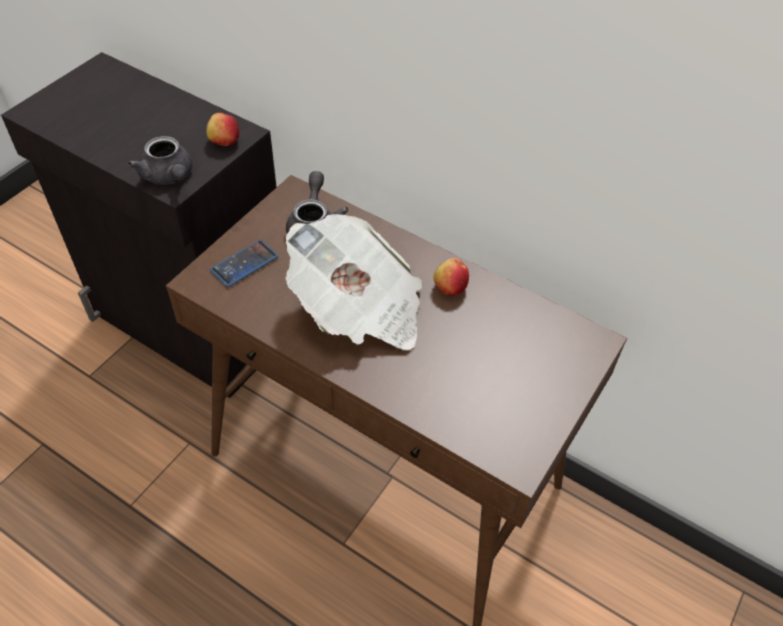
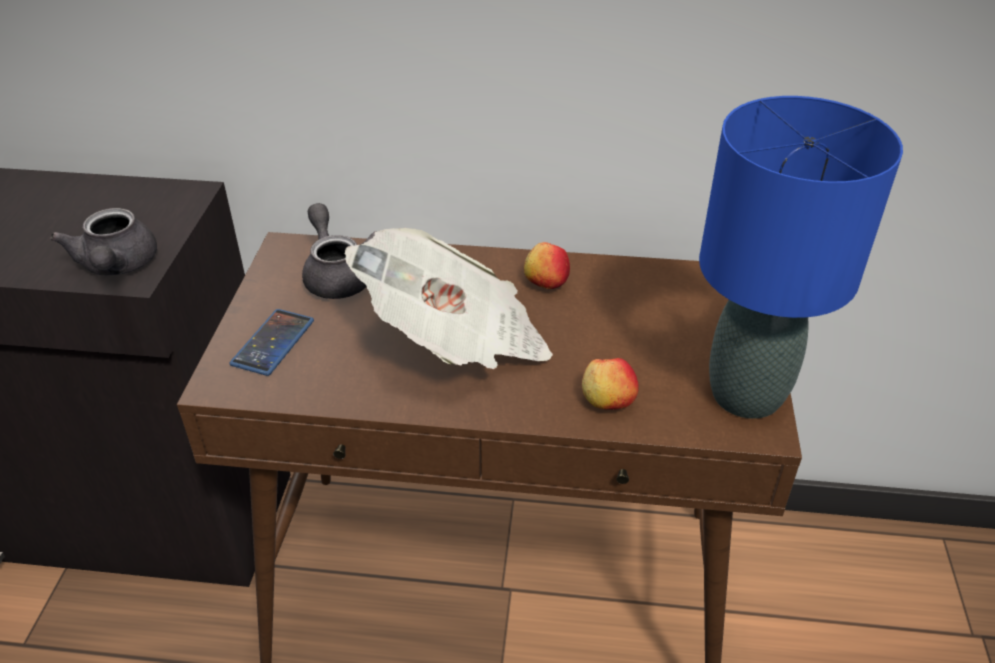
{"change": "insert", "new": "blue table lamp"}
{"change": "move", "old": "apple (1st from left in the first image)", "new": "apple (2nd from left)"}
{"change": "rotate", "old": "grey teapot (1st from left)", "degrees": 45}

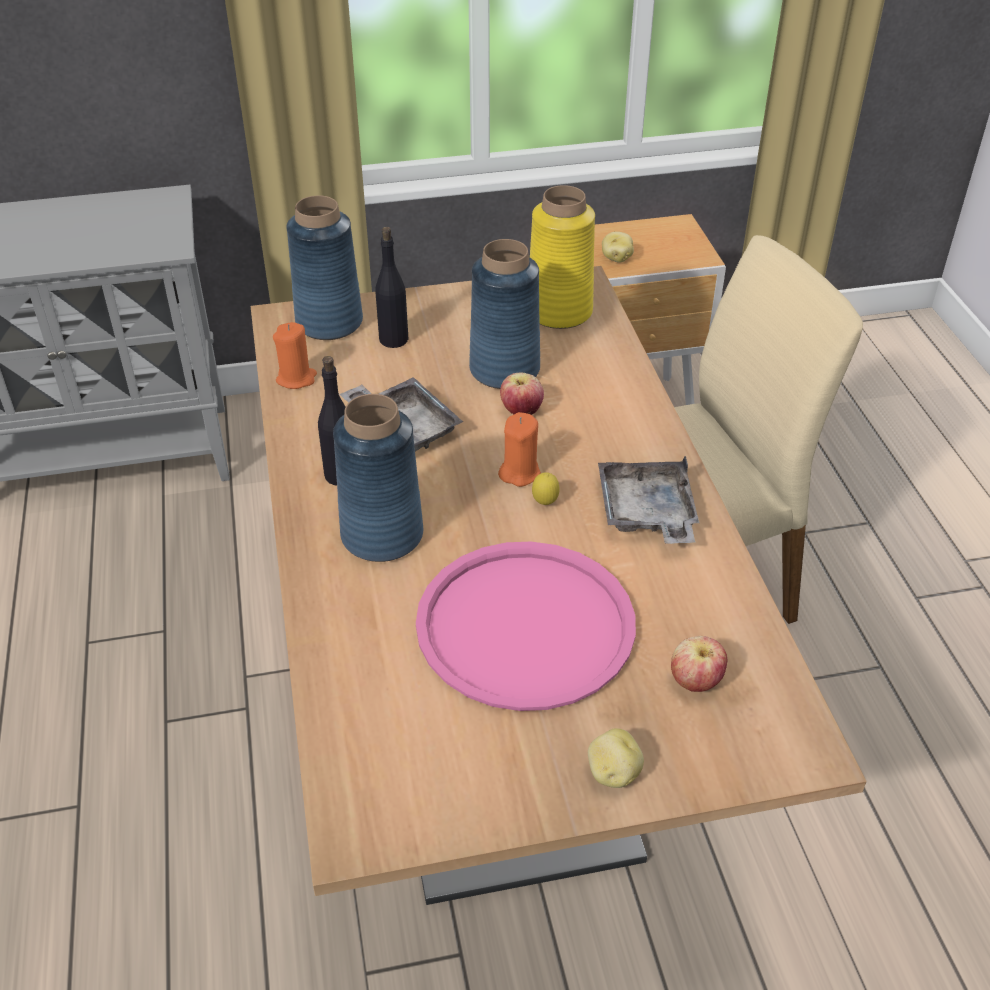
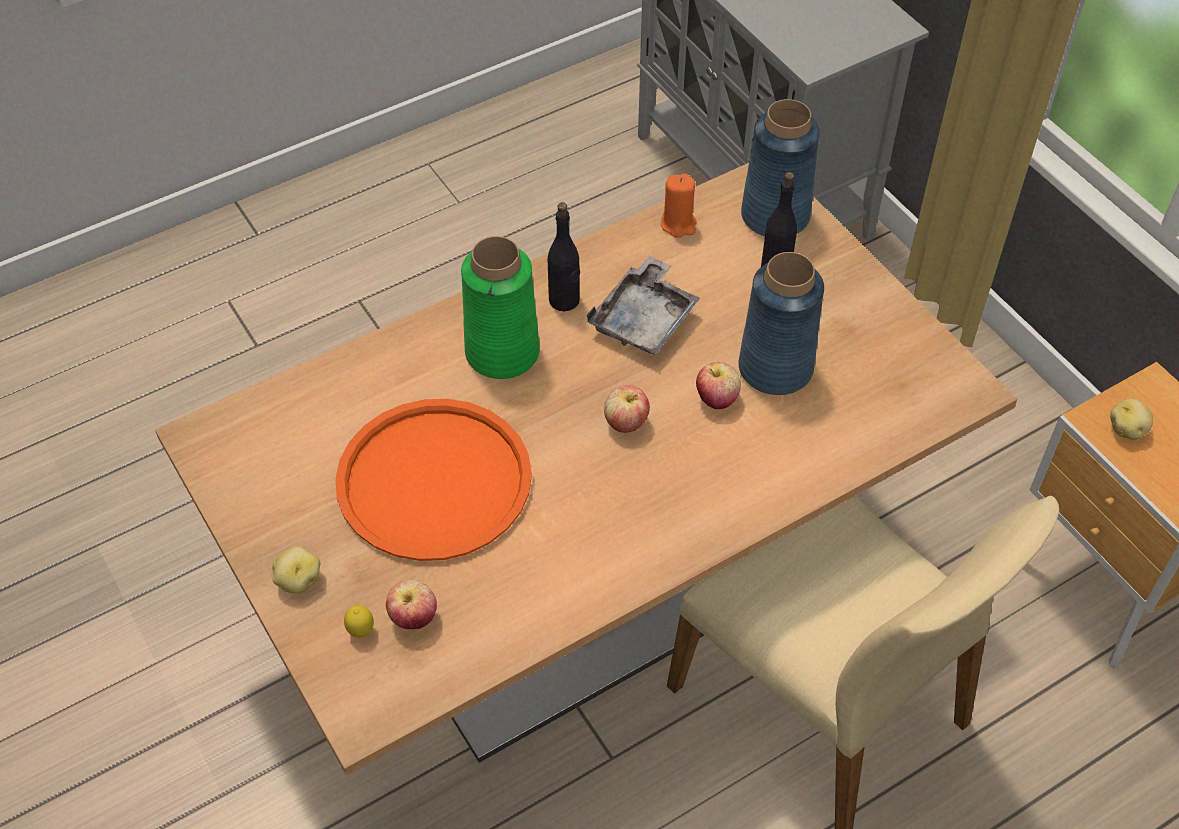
{"change": "delete", "old": "yellow vase"}
{"change": "delete", "old": "grey tray (2nd from left)"}
{"change": "move", "old": "lemon"}
{"change": "replace", "old": "orange candle (2nd from left)", "new": "apple (2nd from left)"}
{"change": "recolor", "old": "blue vase (2nd from left)", "new": "green vase"}
{"change": "recolor", "old": "pink tray", "new": "orange tray"}

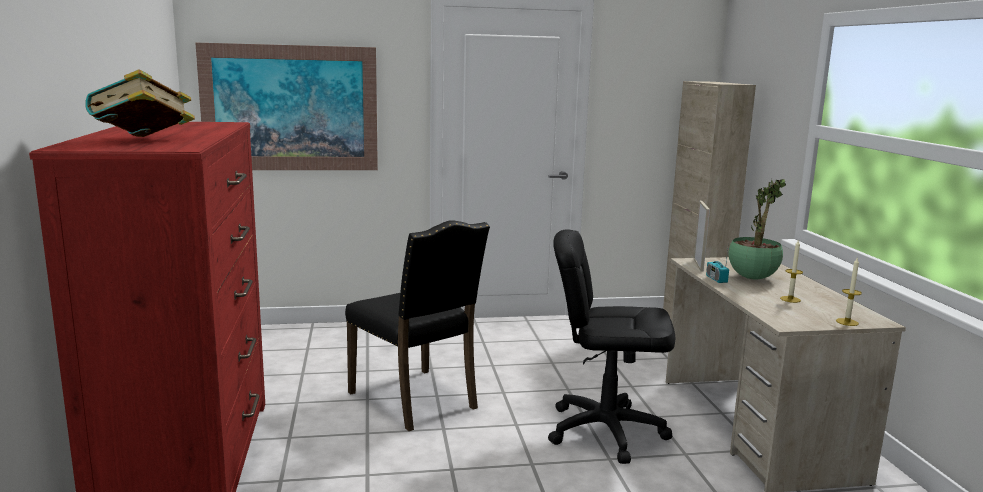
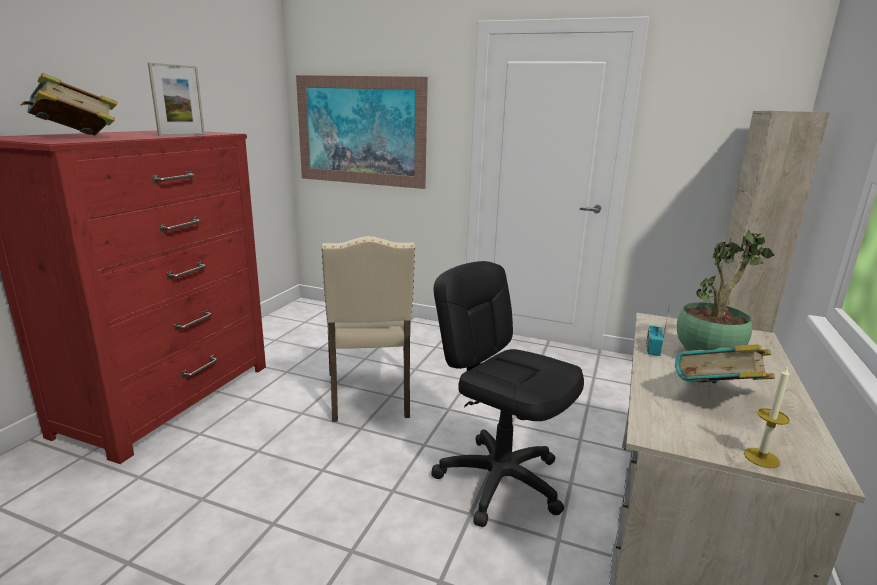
{"change": "move", "old": "picture frame"}
{"change": "replace", "old": "candle (1st from left)", "new": "book (2nd from left)"}
{"change": "recolor", "old": "black chair", "new": "beige chair"}

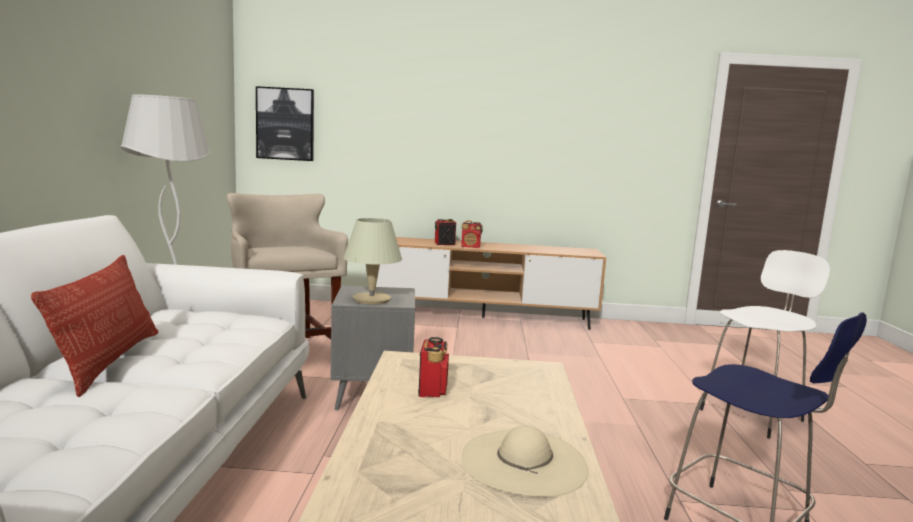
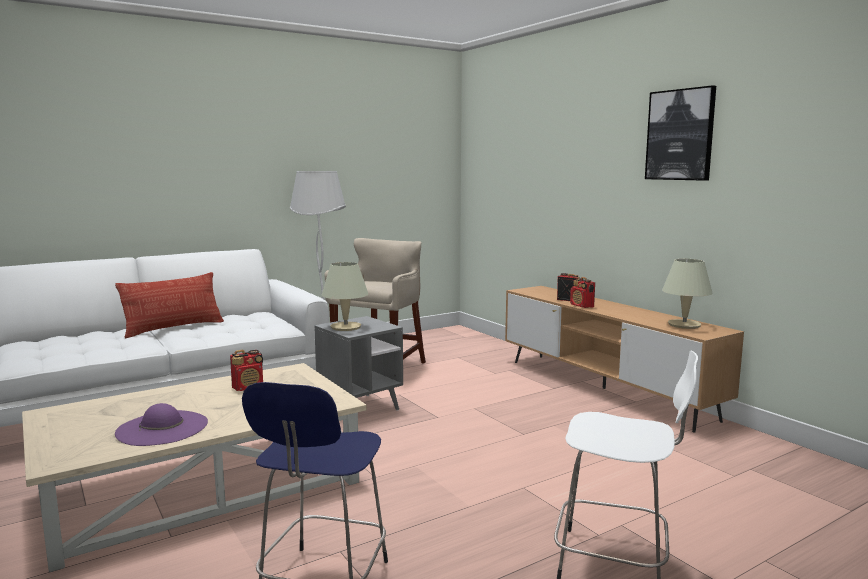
{"change": "insert", "new": "beige table lamp (2nd from left)"}
{"change": "move", "old": "picture"}
{"change": "recolor", "old": "beige hat", "new": "purple hat"}

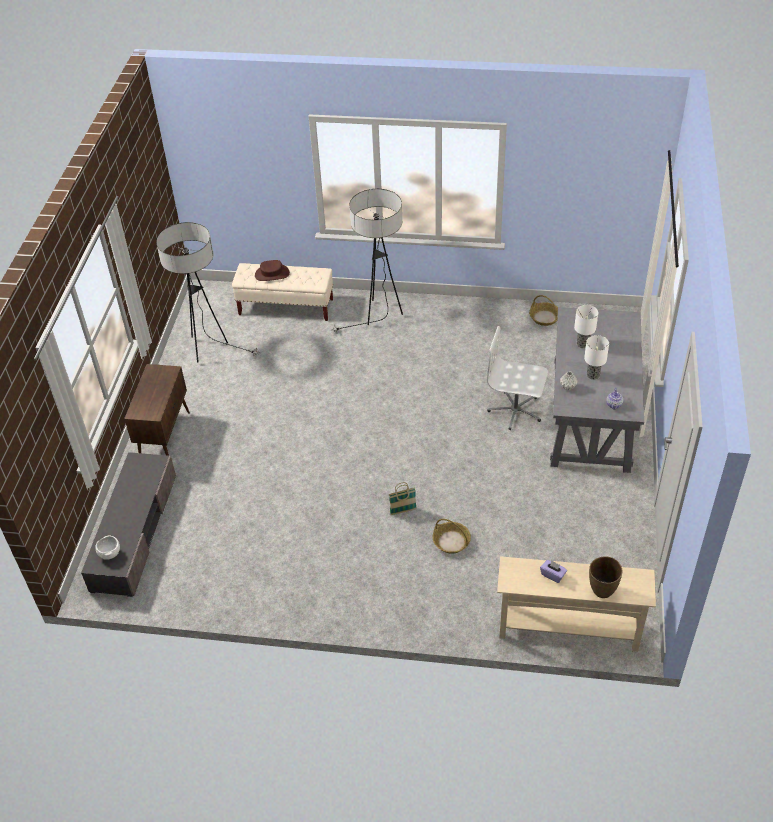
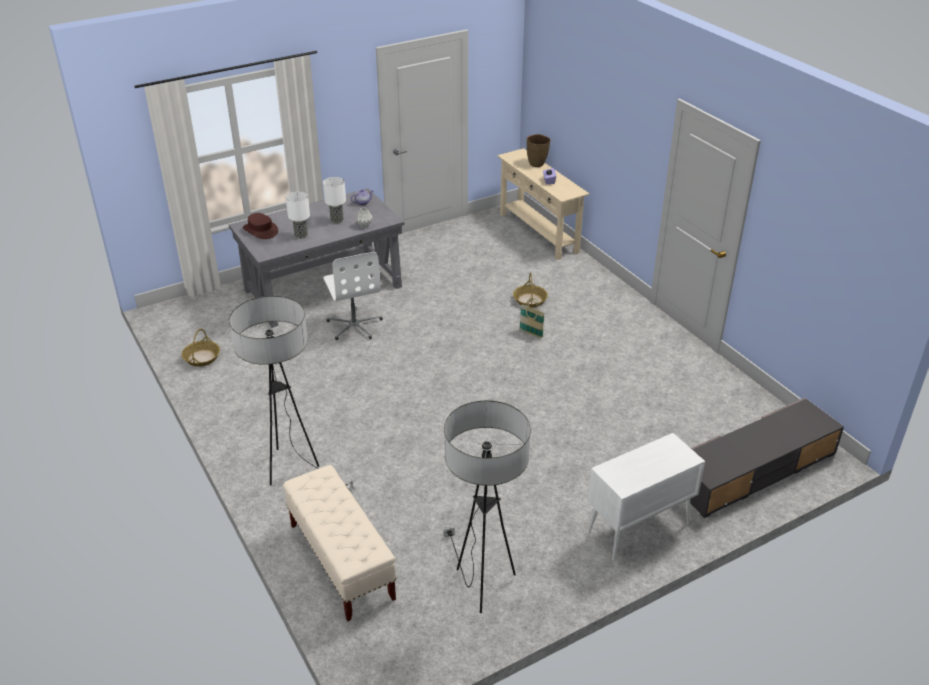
{"change": "delete", "old": "white bowl"}
{"change": "move", "old": "brown hat"}
{"change": "recolor", "old": "brown cabinet", "new": "white cabinet"}

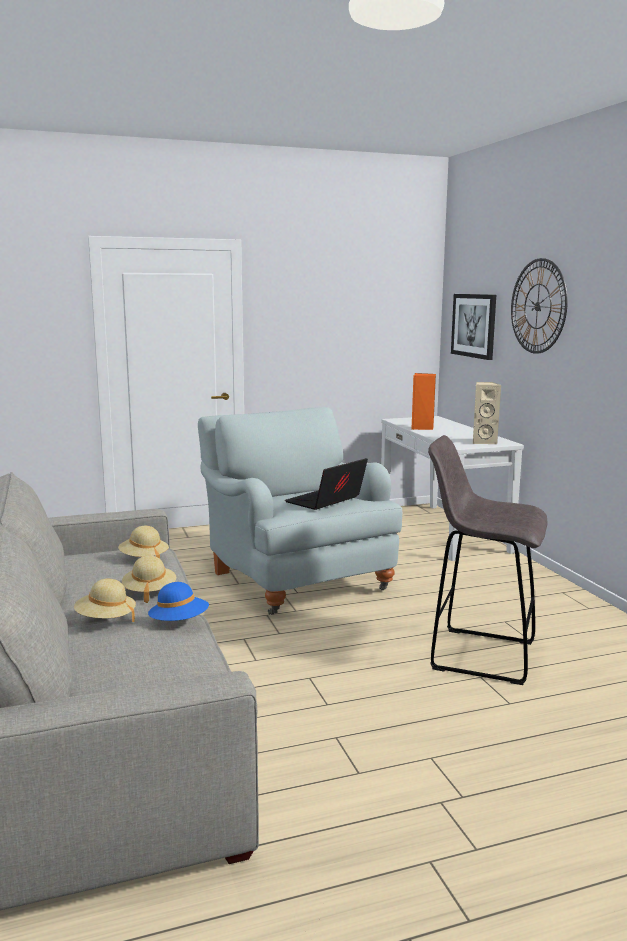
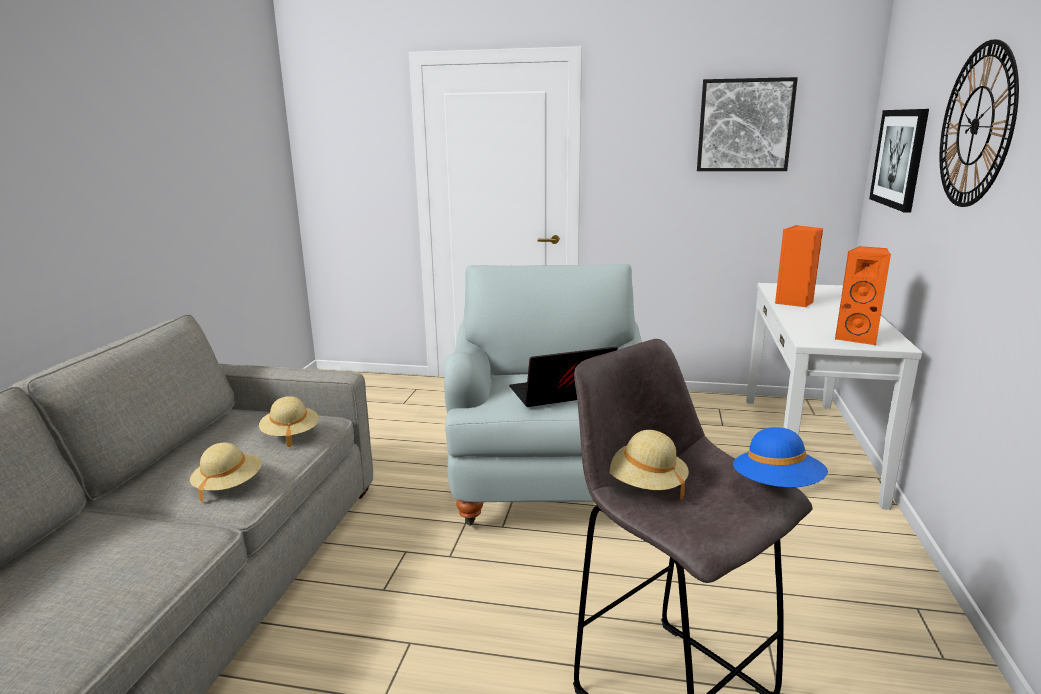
{"change": "insert", "new": "picture (1st from left)"}
{"change": "move", "old": "beige hat (1st from left in the first image)", "new": "beige hat (3rd from left)"}
{"change": "move", "old": "blue hat"}
{"change": "recolor", "old": "beige speaker", "new": "orange speaker (2nd from left)"}

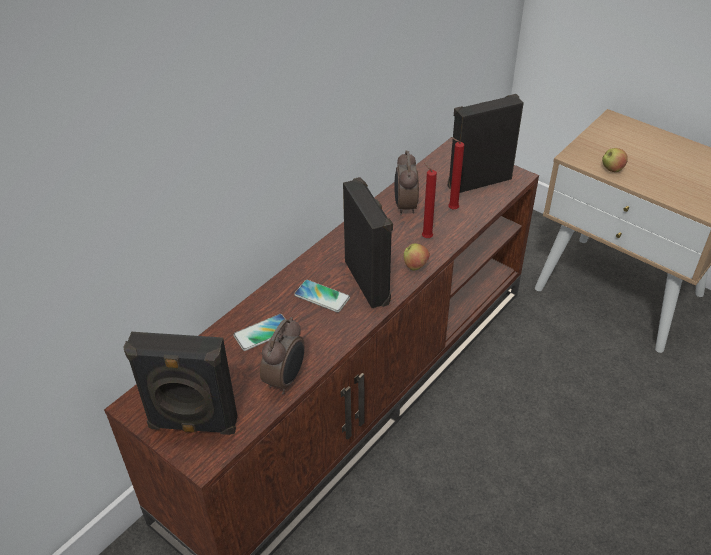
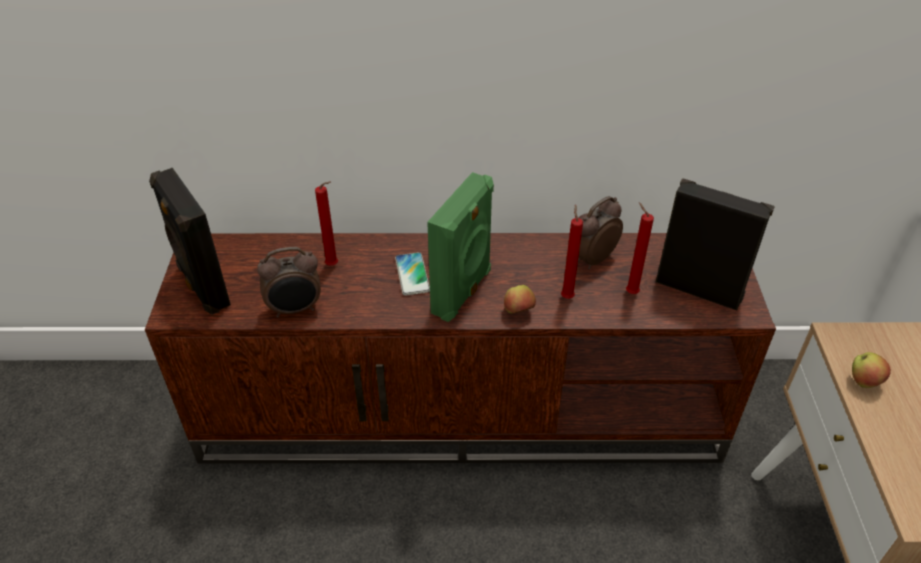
{"change": "replace", "old": "phone (1st from left)", "new": "red candle (1st from left)"}
{"change": "recolor", "old": "black speaker (2nd from left)", "new": "green speaker"}

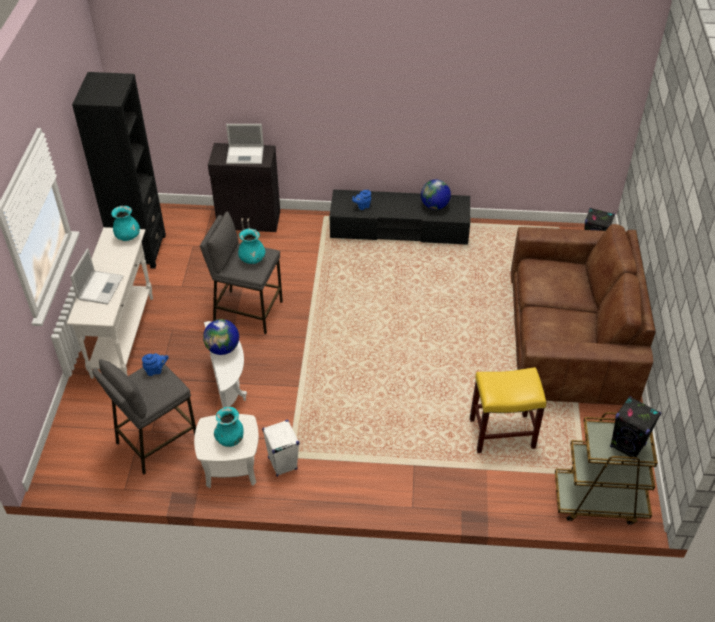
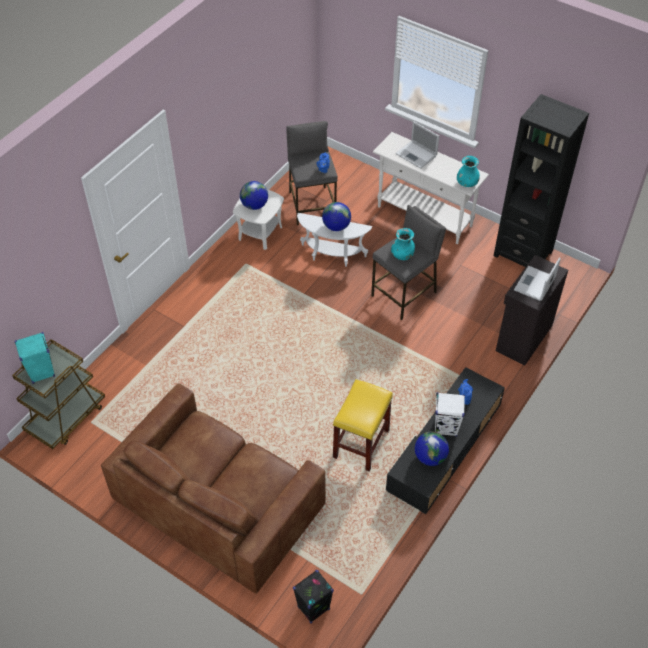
{"change": "move", "old": "white speaker"}
{"change": "move", "old": "yellow stool"}
{"change": "replace", "old": "turquoise vase (2nd from left)", "new": "globe (1st from left)"}
{"change": "recolor", "old": "black speaker (2nd from left)", "new": "turquoise speaker"}

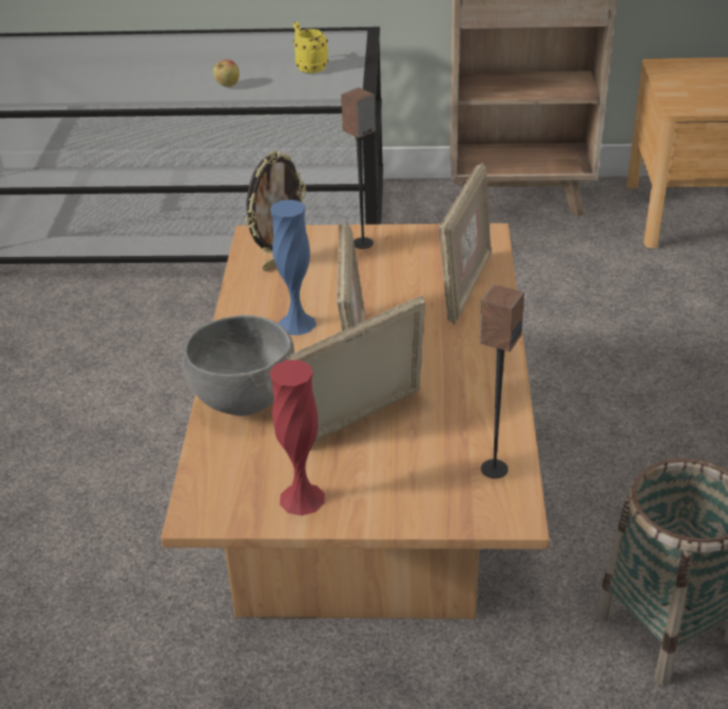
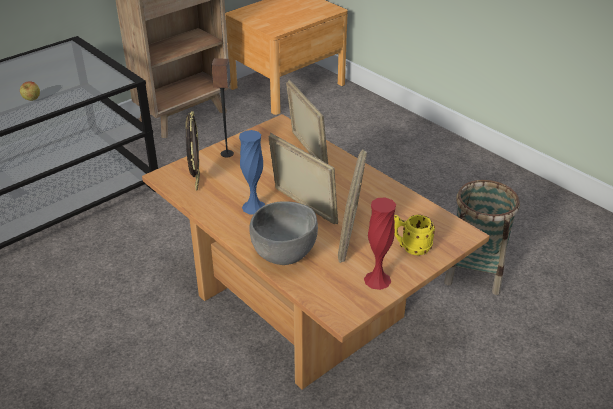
{"change": "delete", "old": "speaker (2nd from left)"}
{"change": "move", "old": "yellow mug"}

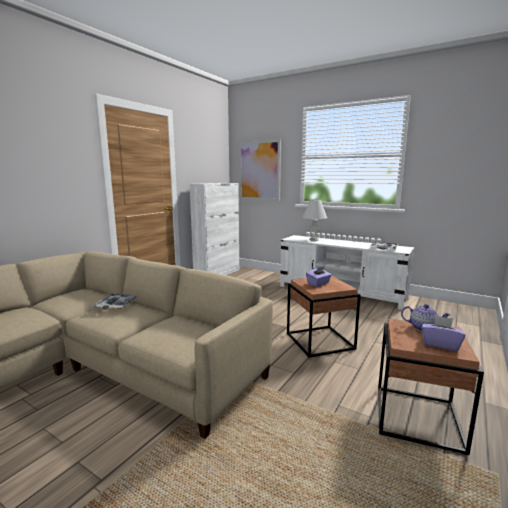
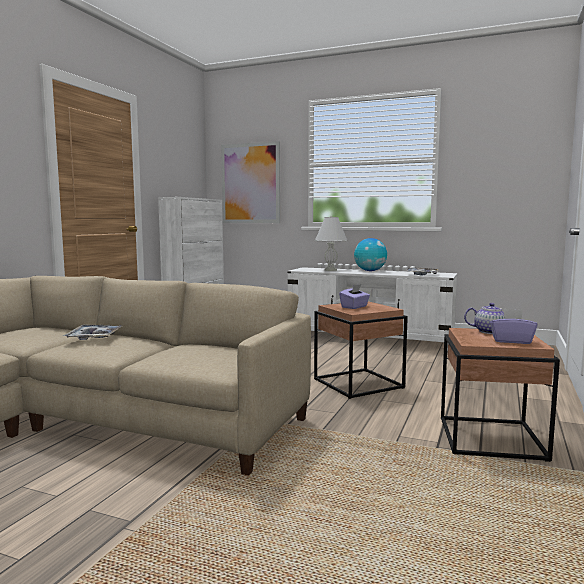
{"change": "insert", "new": "globe"}

